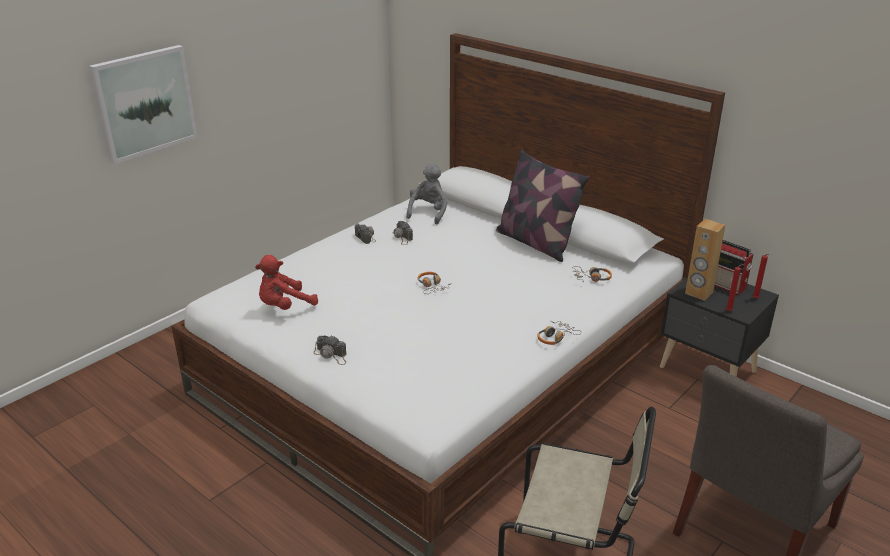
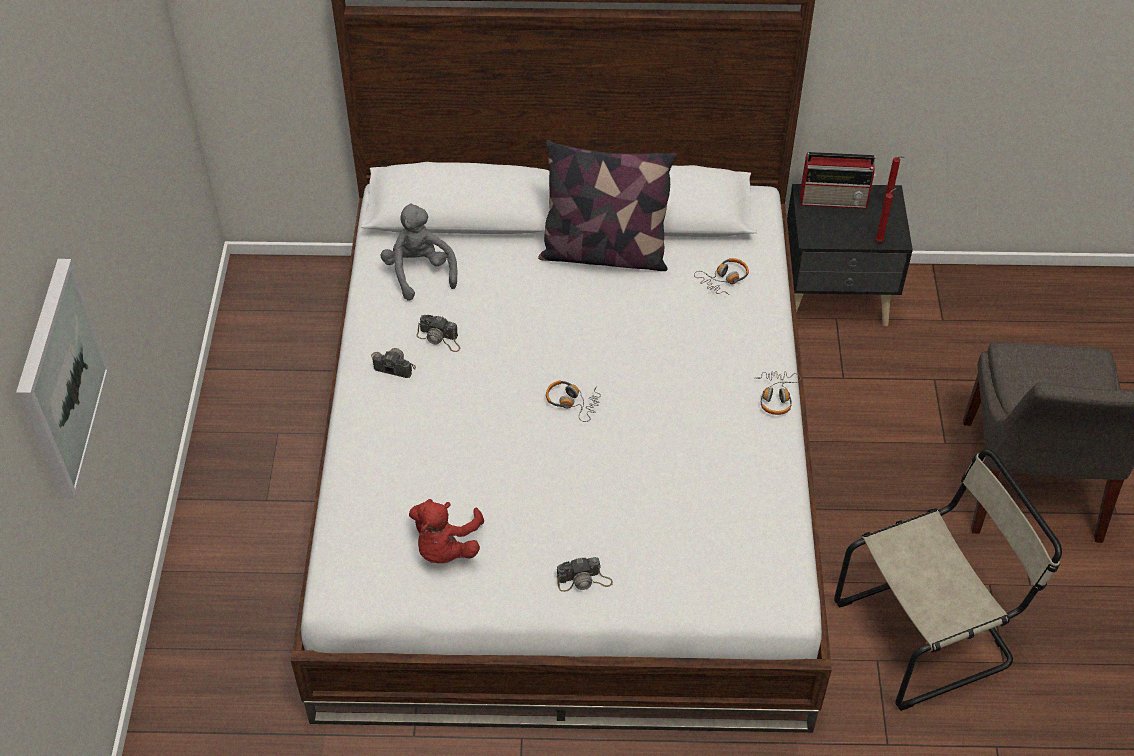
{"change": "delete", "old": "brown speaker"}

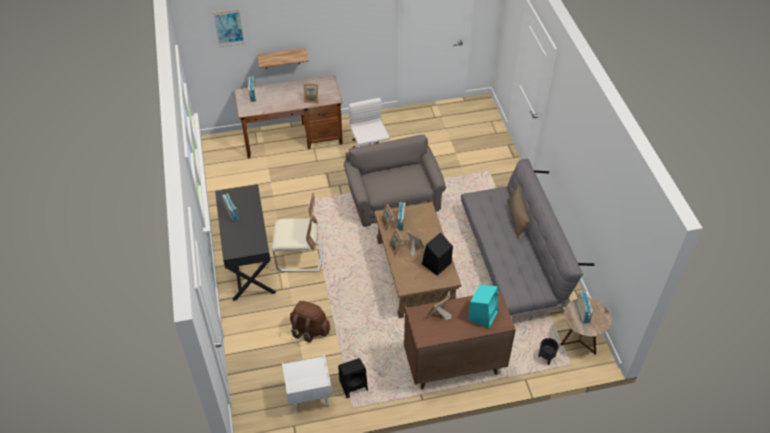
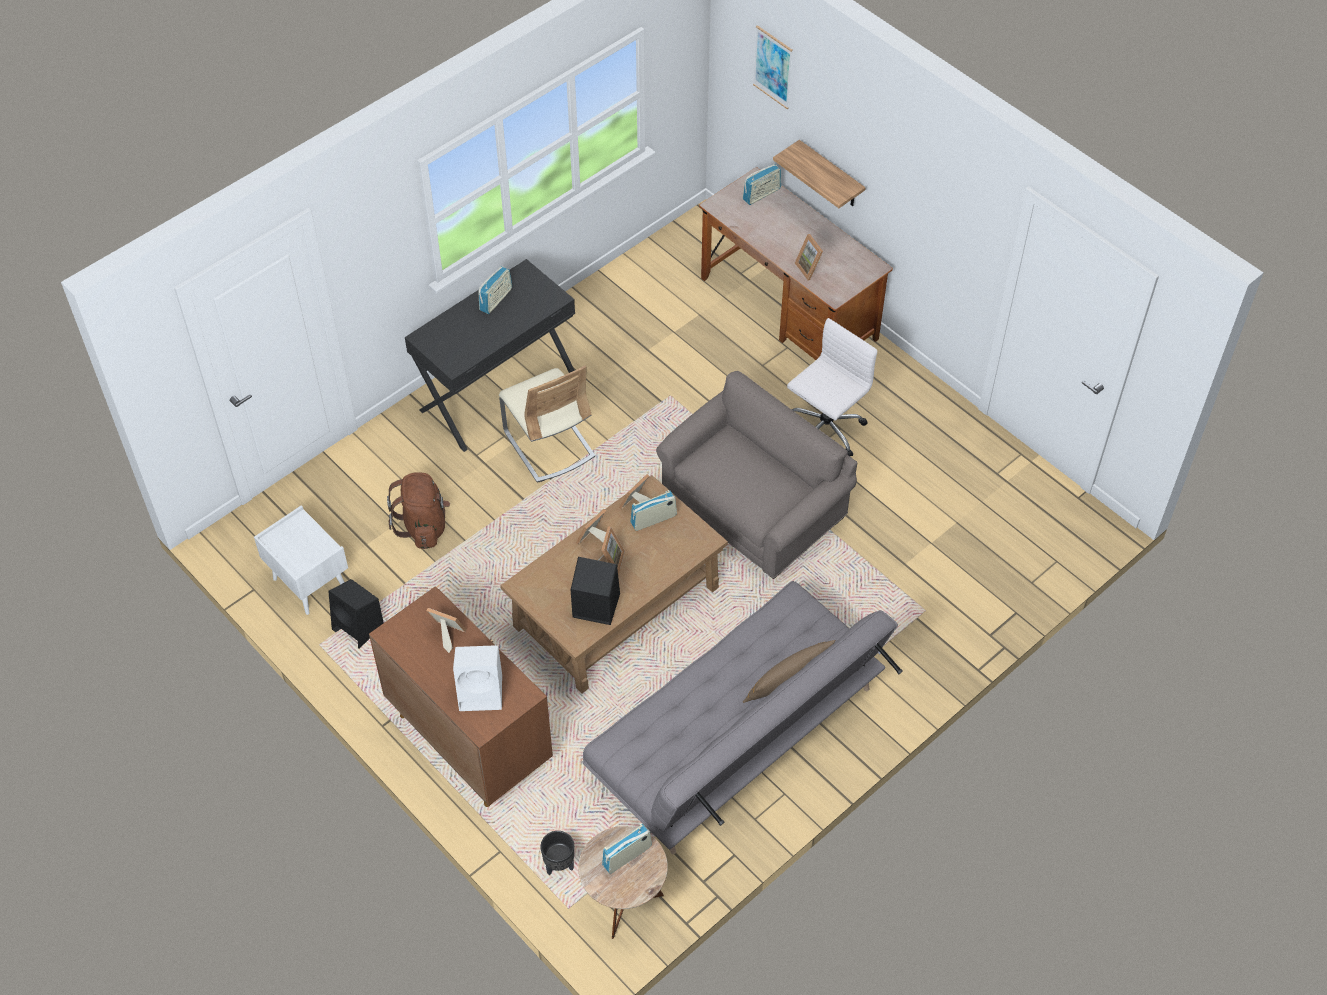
{"change": "recolor", "old": "turquoise speaker", "new": "white speaker"}

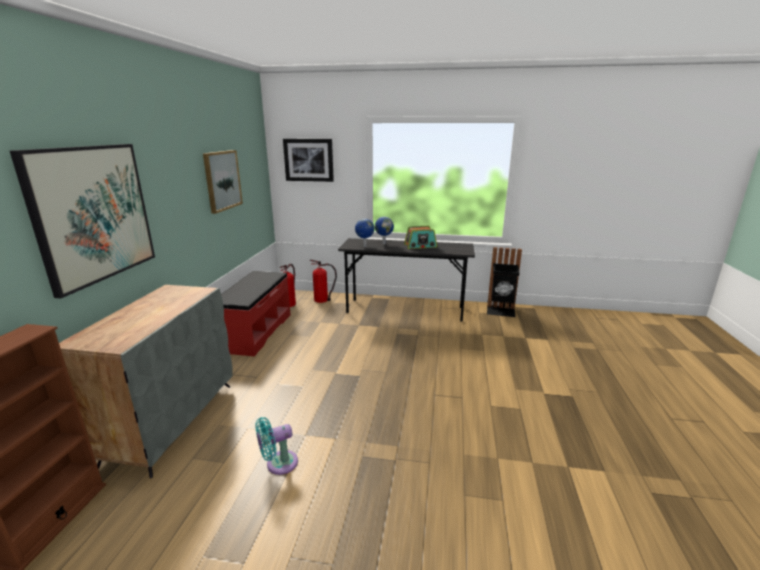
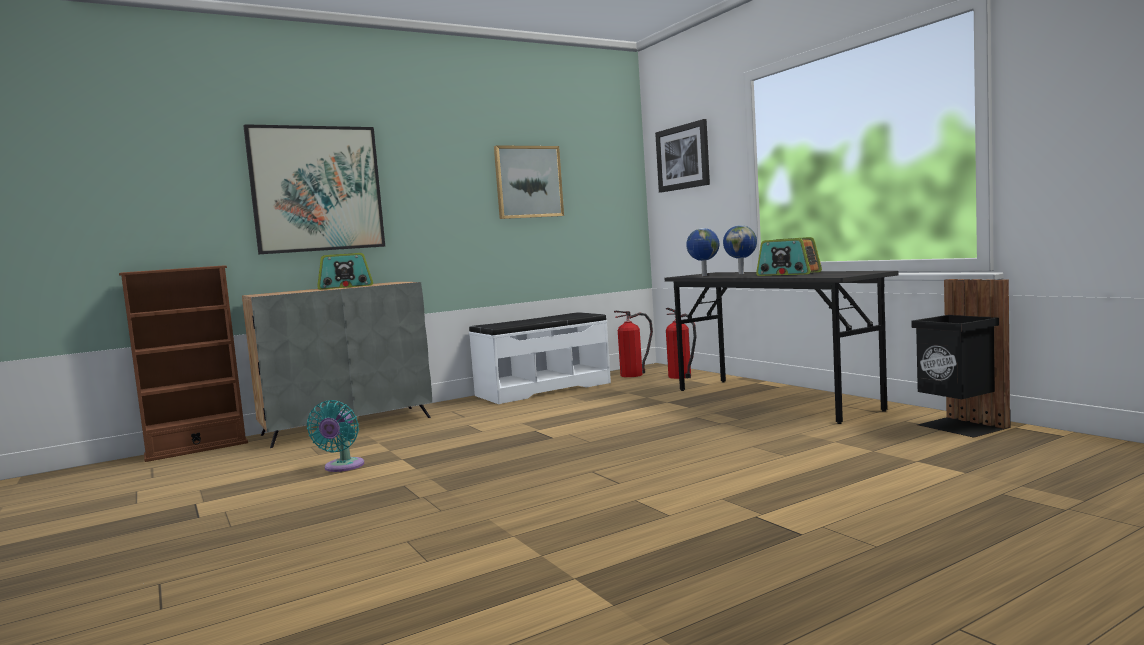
{"change": "insert", "new": "radio (1st from left)"}
{"change": "recolor", "old": "red bench", "new": "white bench"}
{"change": "rotate", "old": "turquoise fan", "degrees": -105}

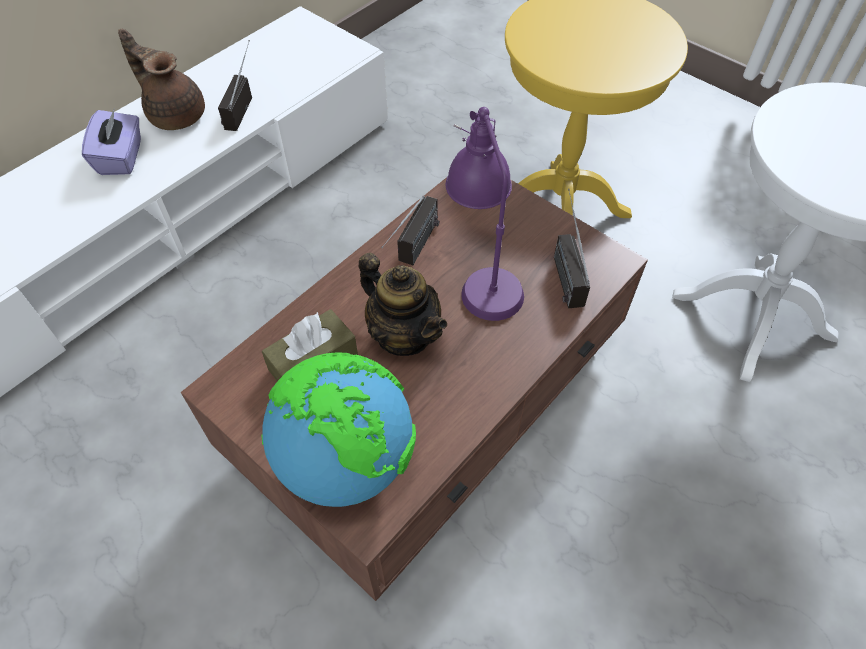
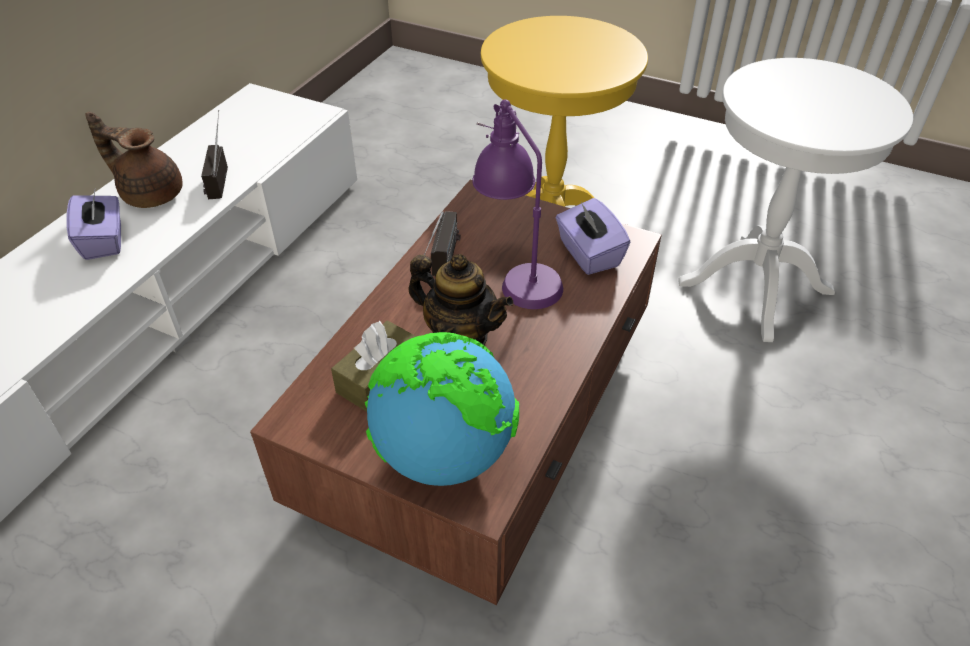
{"change": "replace", "old": "radio (3rd from left)", "new": "purple tissue box (2nd from left)"}

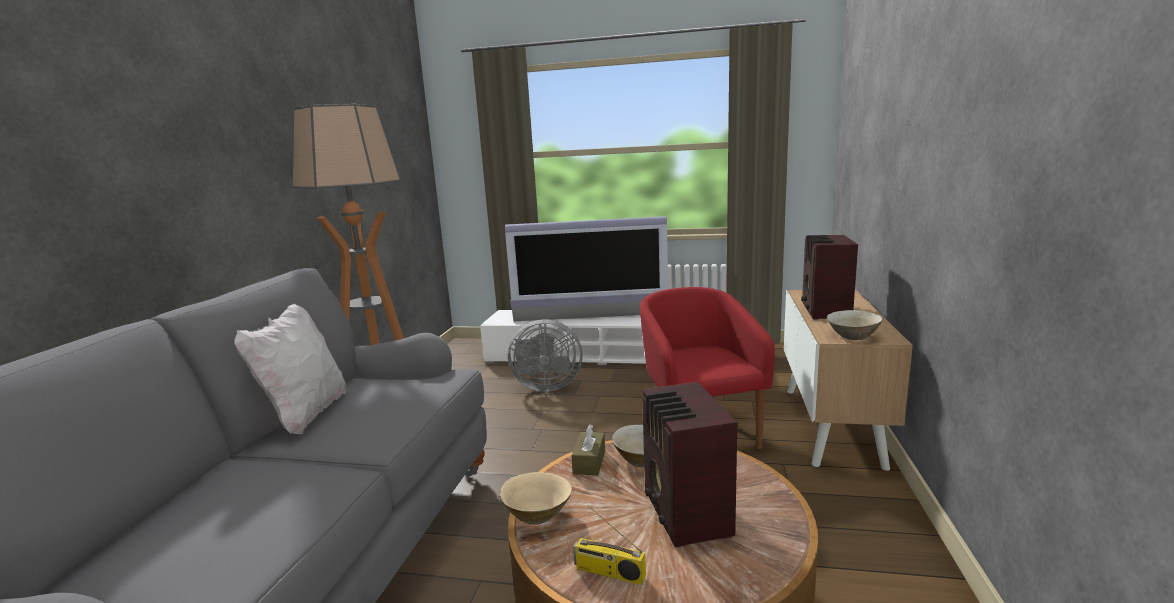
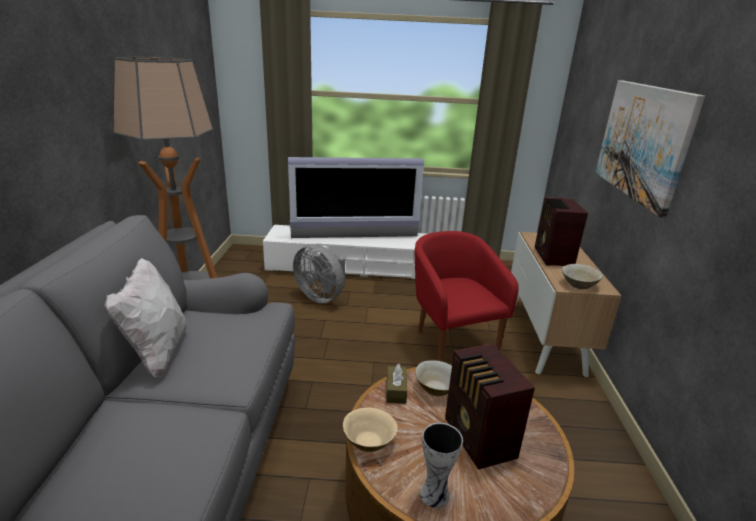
{"change": "insert", "new": "picture"}
{"change": "replace", "old": "radio (1st from left)", "new": "vase"}
{"change": "rotate", "old": "grey fan", "degrees": 45}

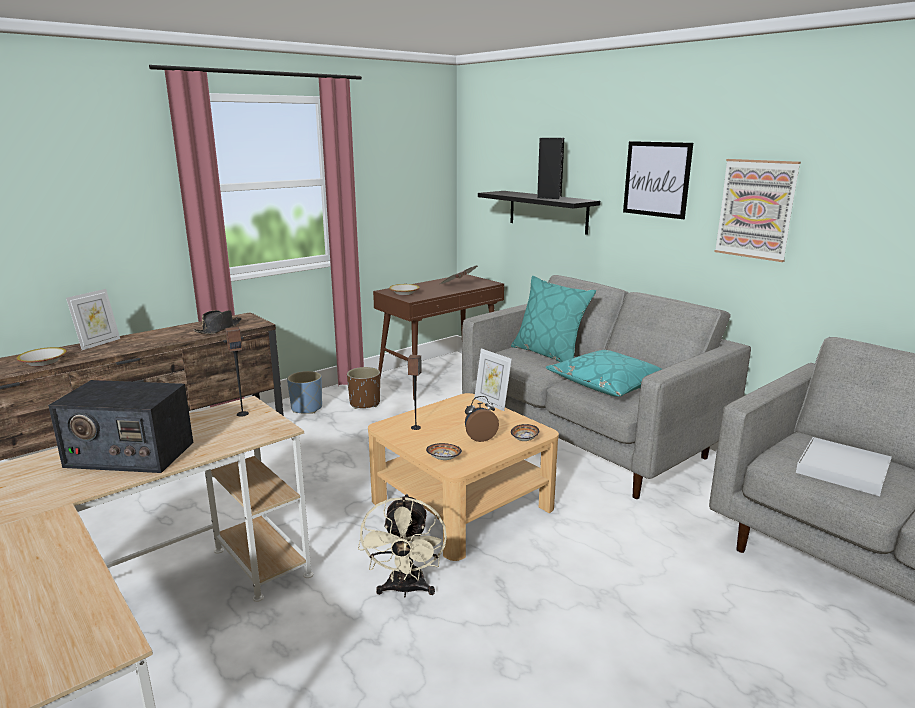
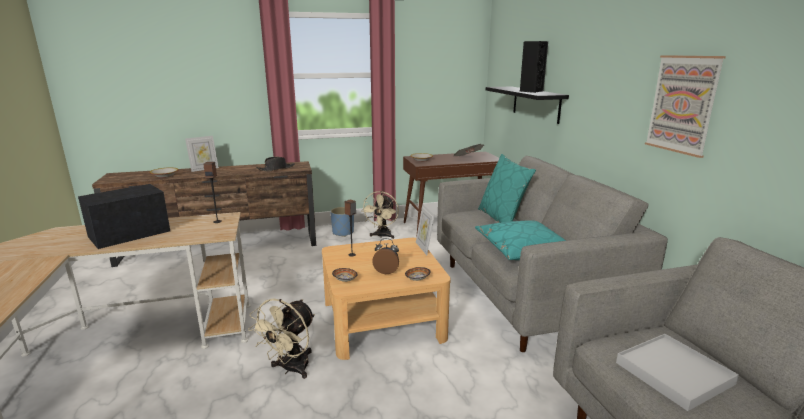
{"change": "delete", "old": "picture (1st from left)"}
{"change": "replace", "old": "brown planter", "new": "beige fan (2nd from left)"}
{"change": "rotate", "old": "radio", "degrees": 105}

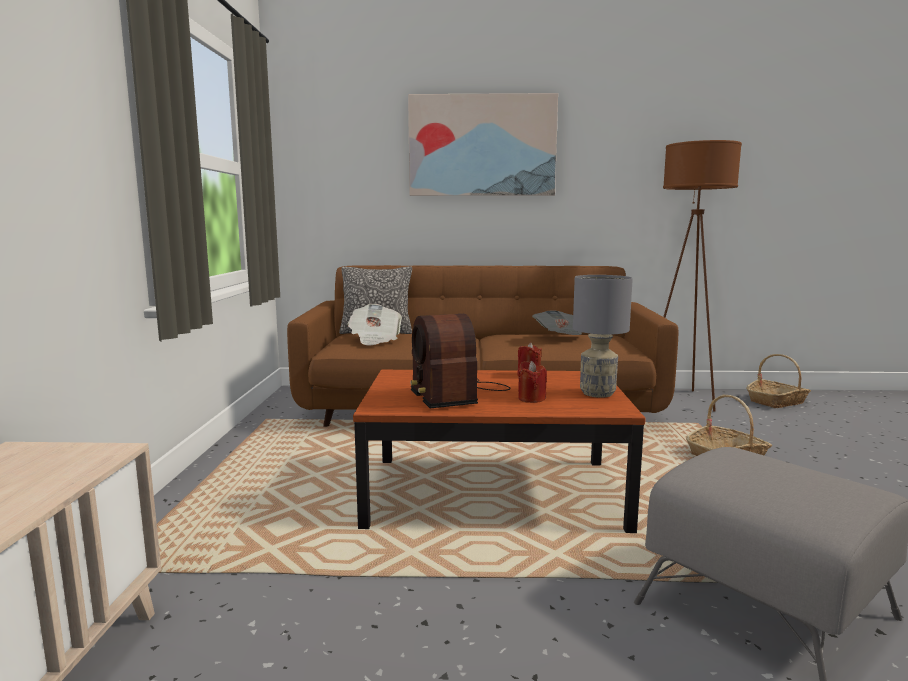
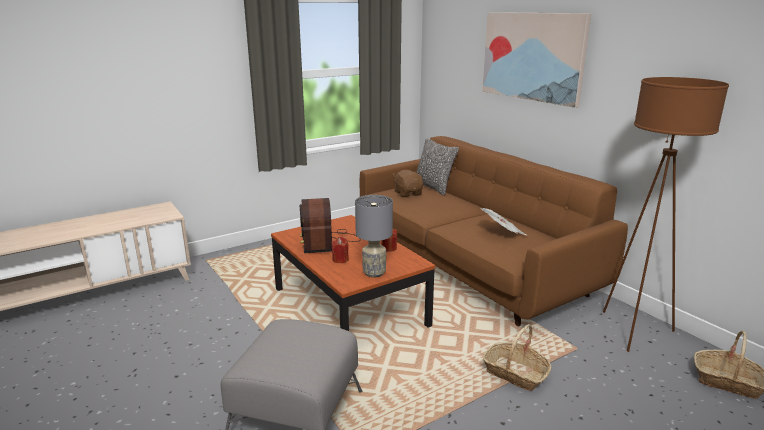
{"change": "replace", "old": "newspaper (1st from left)", "new": "brown plush toy"}
{"change": "rotate", "old": "radio", "degrees": -45}

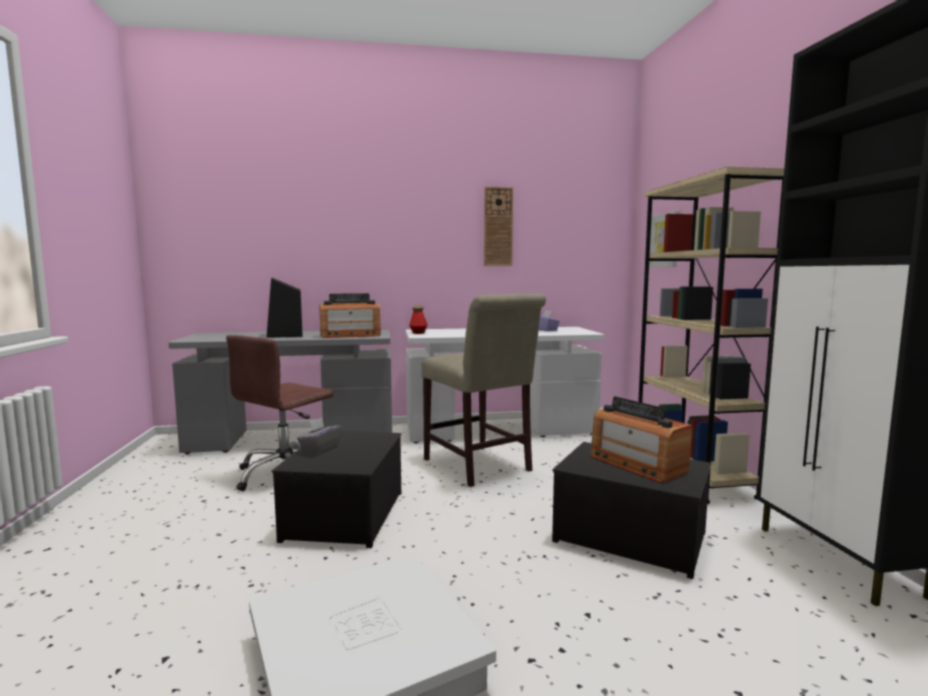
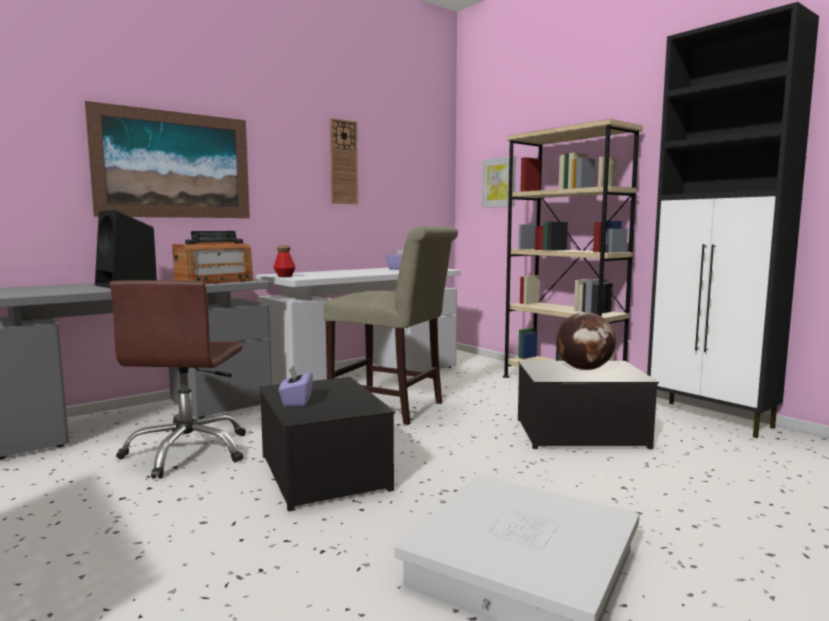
{"change": "insert", "new": "picture (1st from left)"}
{"change": "replace", "old": "radio (2nd from left)", "new": "globe"}
{"change": "recolor", "old": "grey tissue box", "new": "purple tissue box (1st from left)"}

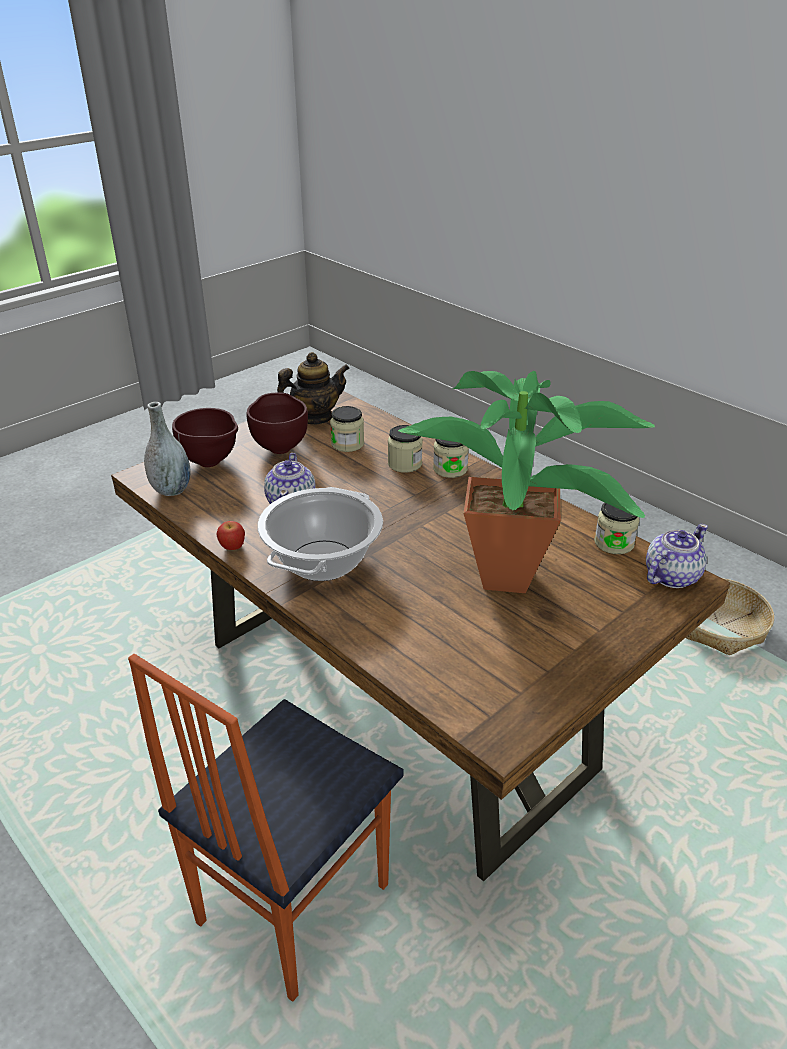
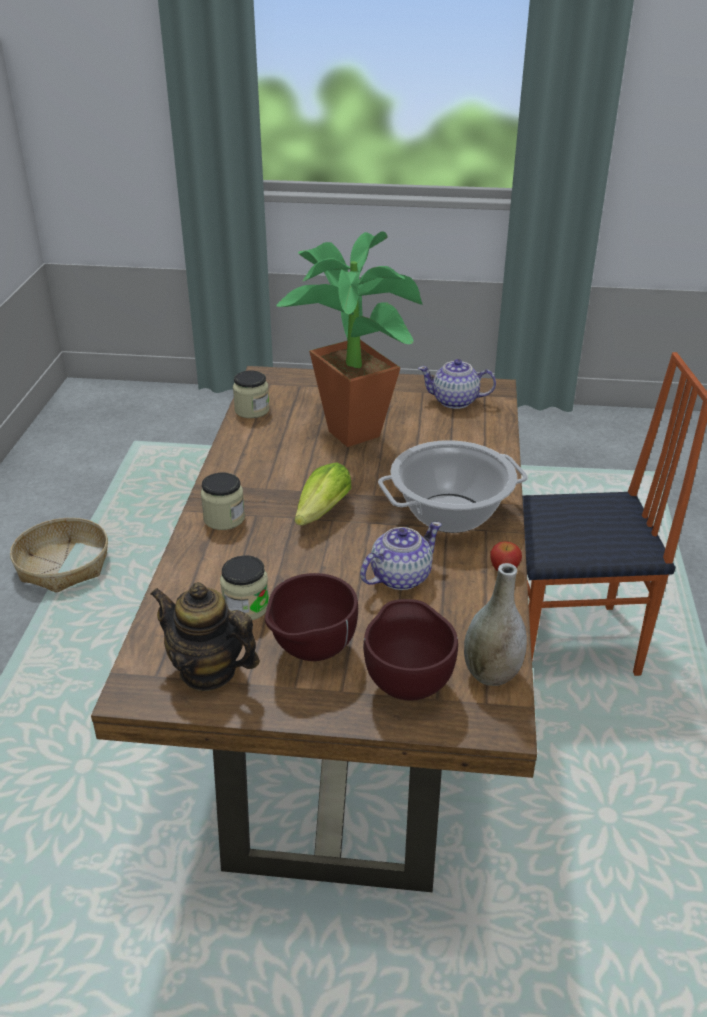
{"change": "delete", "old": "jar (2nd from left)"}
{"change": "insert", "new": "lettuce"}
{"change": "move", "old": "teapot (3rd from left)"}

